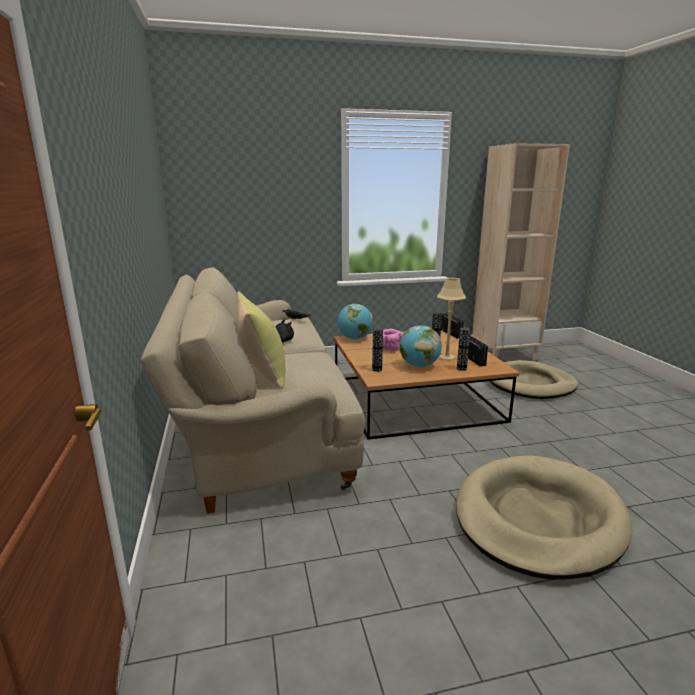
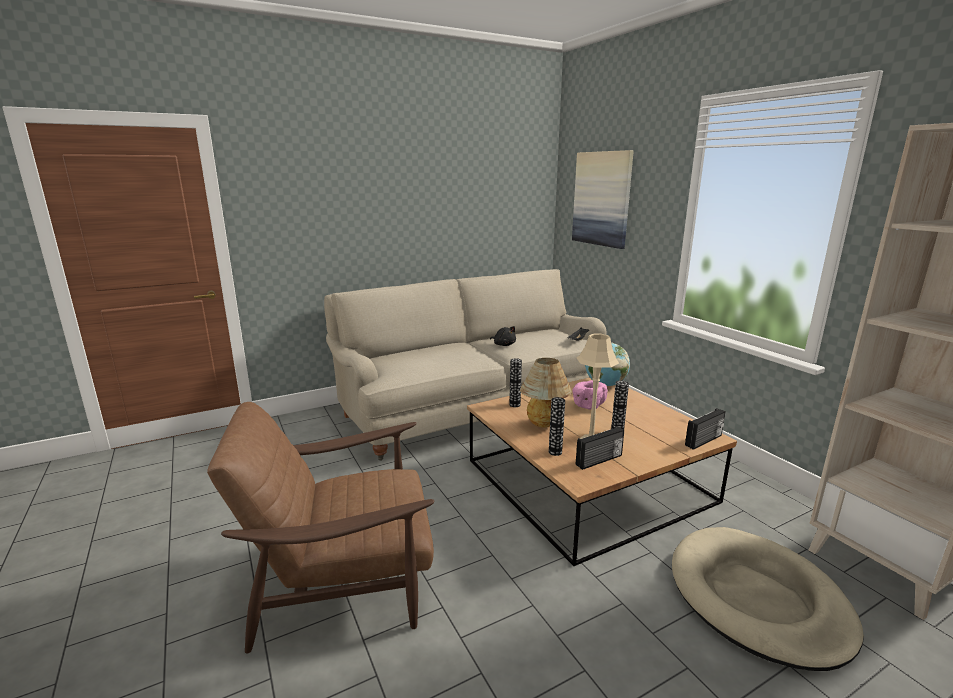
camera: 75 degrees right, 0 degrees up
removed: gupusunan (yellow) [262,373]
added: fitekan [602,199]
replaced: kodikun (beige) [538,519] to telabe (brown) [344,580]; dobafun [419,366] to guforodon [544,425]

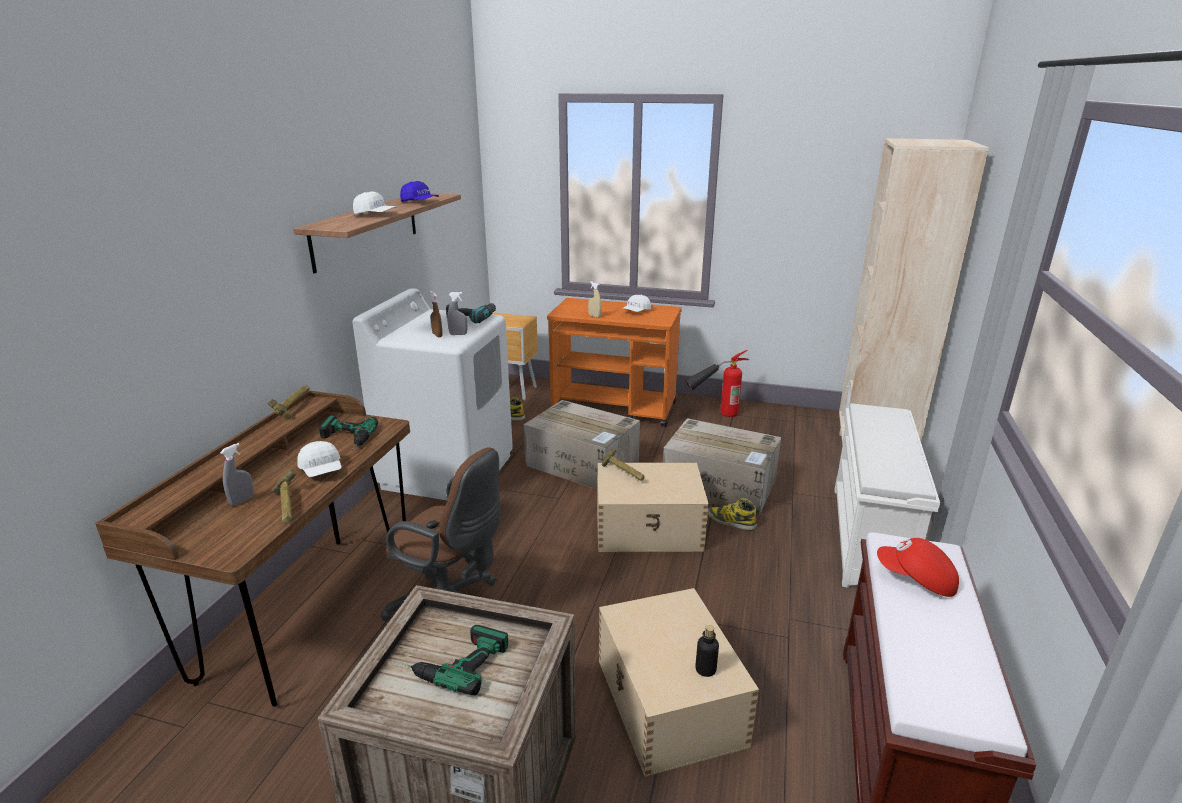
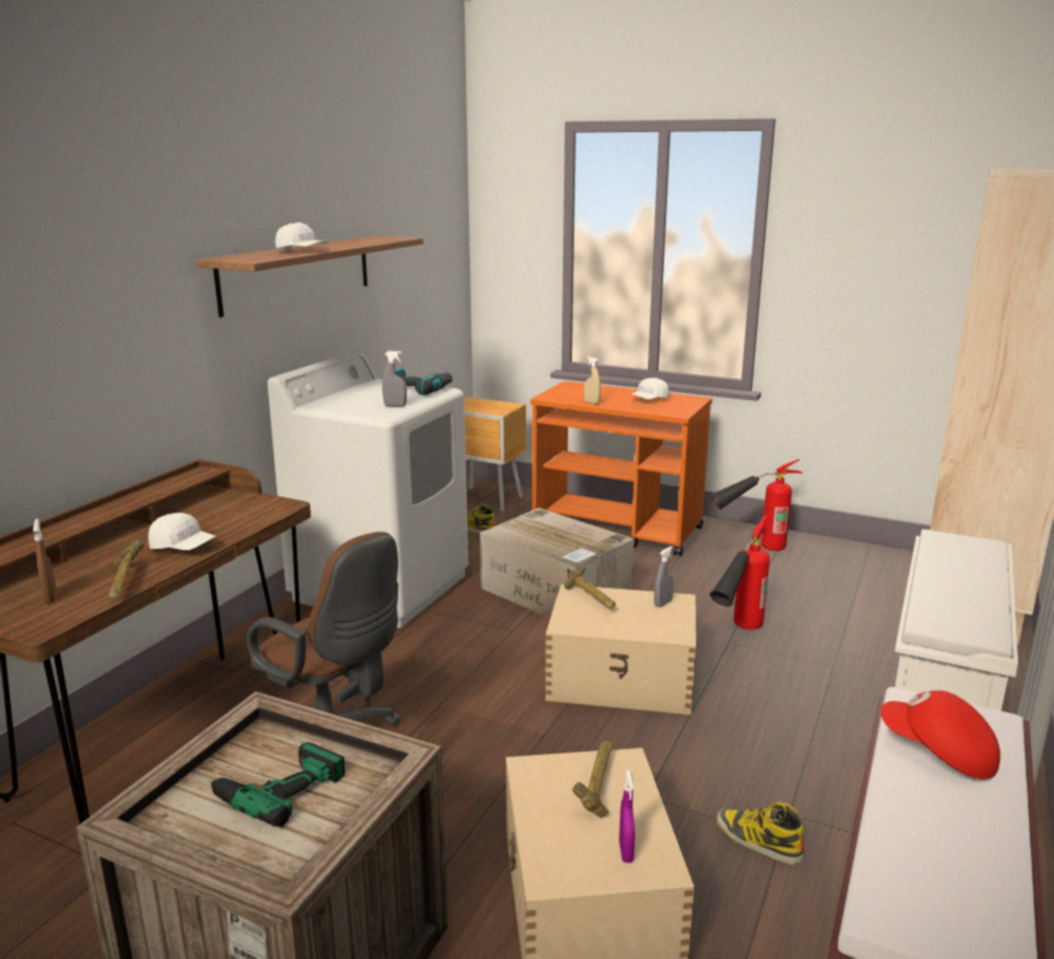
camera: 10 degrees right, 5 degrees down
removed: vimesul [344,440]; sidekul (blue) [420,202]
moved: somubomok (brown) [437,335] to [50,597]; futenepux [294,407] to [598,786]; somubomok (grey) [242,501] to [663,603]; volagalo [731,521] to [758,840]
replaced: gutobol [705,669] to somubomok (purple) [626,851]; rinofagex [720,485] to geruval [737,634]
turned: sidekul (white) [322,470] = [183,547] 45 degrees counterclockwise

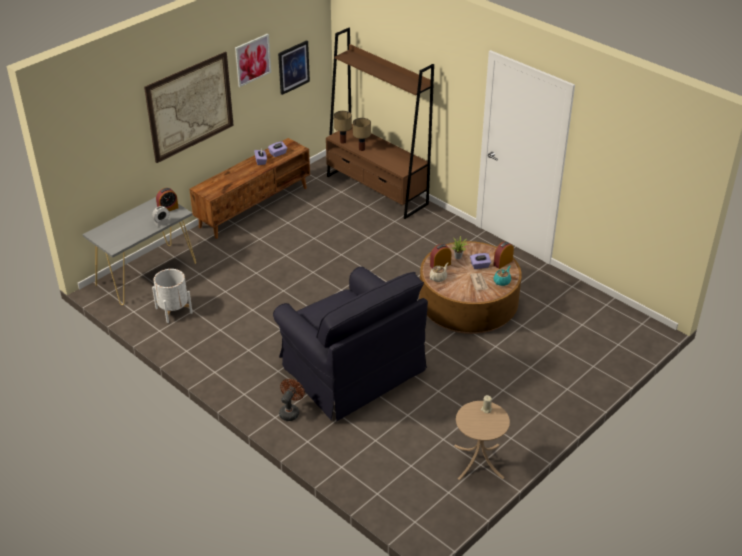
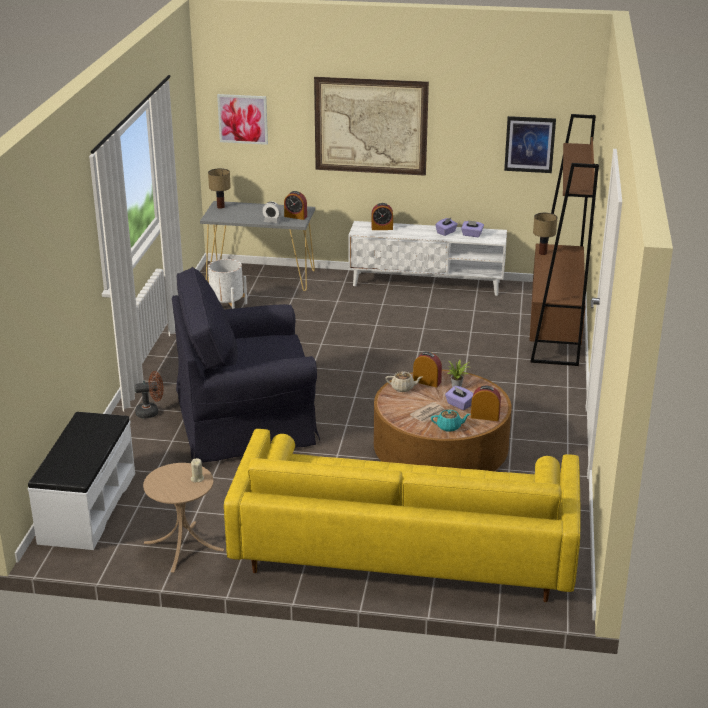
camera: 55 degrees right, 10 degrees down
added: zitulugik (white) [87,507]; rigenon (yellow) [404,549]; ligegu [382,228]
moved: guforodon [361,149] to [220,207]; fitekan [252,60] to [243,119]
recoloured: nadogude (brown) [254,207] to nadogude (white) [427,283]
turned: telabe (black) [350,368] = [247,420] 60 degrees clockwise

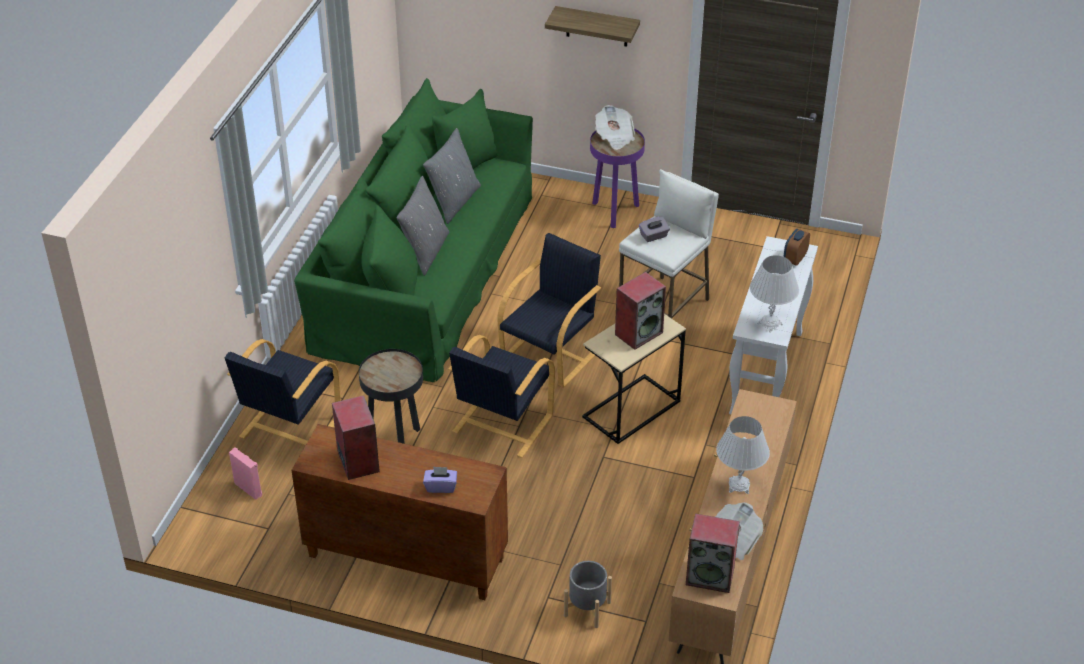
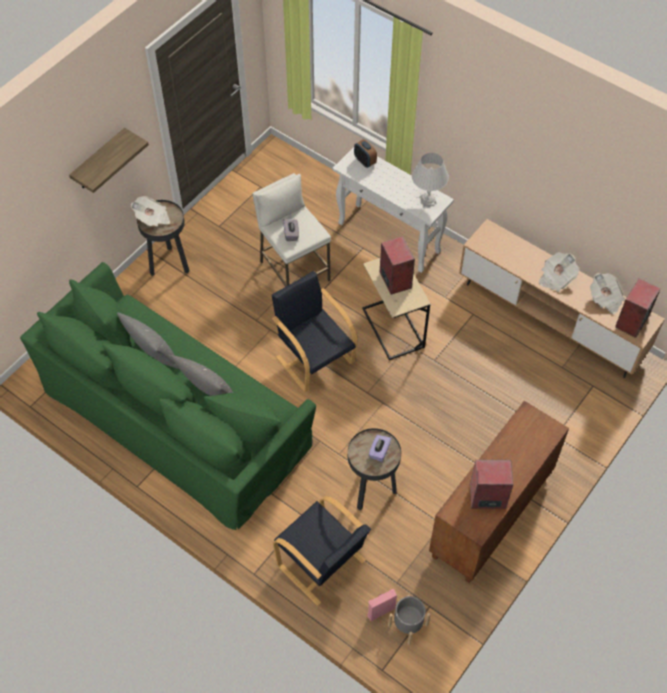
camera: 70 degrees left, 15 degrees up
removed: telabe (black) [501,424]
moved: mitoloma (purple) [440,486] to [379,451]; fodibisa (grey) [587,609] to [408,625]
replaced: guforodon (white) [738,486] to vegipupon [556,278]
recoloured: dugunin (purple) [614,212] to dugunin (black) [169,265]

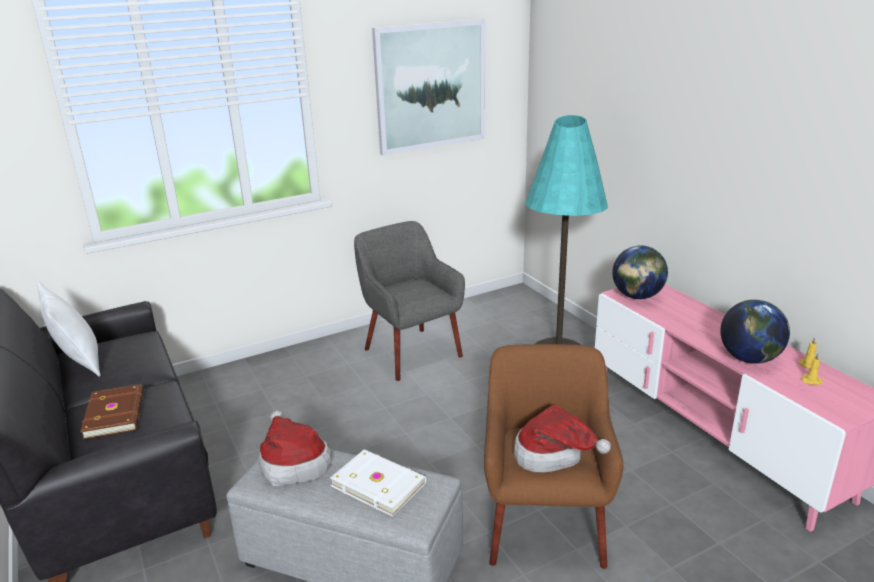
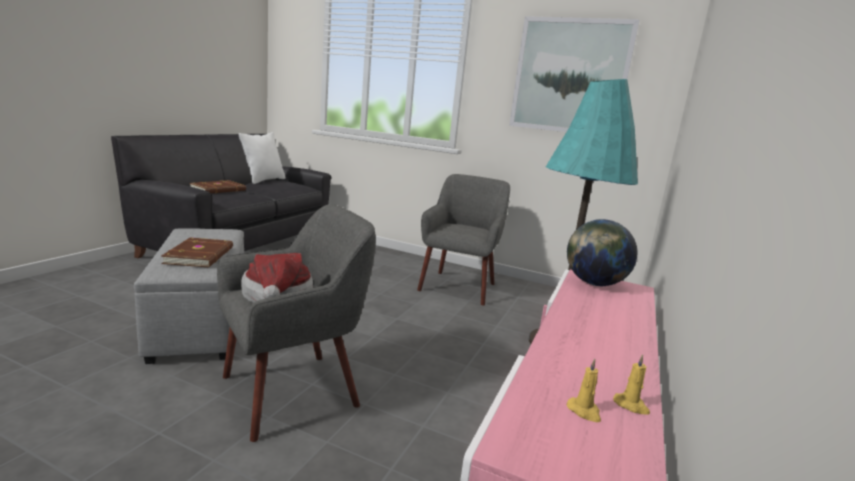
camera: 50 degrees right, 10 degrees down
removed: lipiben [293,463]; dobafun [749,359]
recoloured: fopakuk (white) [379,483] to fopakuk (brown) [201,255]; telabe (brown) [544,525] to telabe (grey) [292,391]

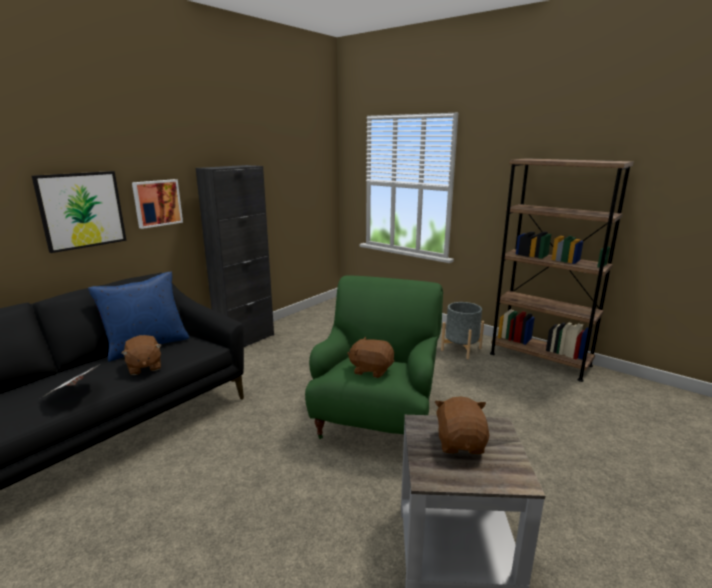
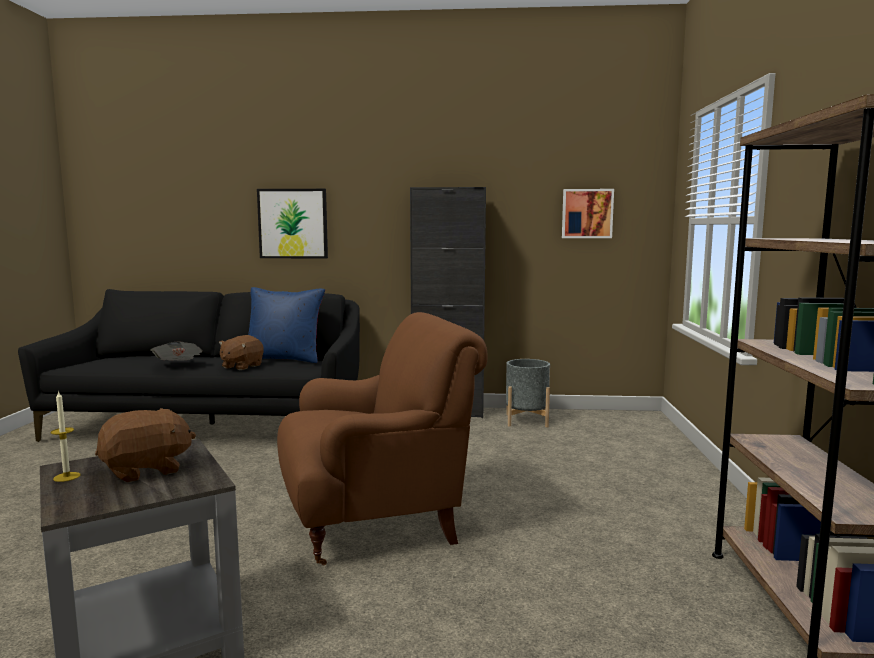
camera: 55 degrees right, 10 degrees down
removed: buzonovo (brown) [371,370]
added: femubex [67,477]
moved: fodibisa (grey) [461,349] to [526,420]; fitekan [157,203] to [587,213]
recoloured: telabe (green) [377,420] to telabe (brown) [376,521]

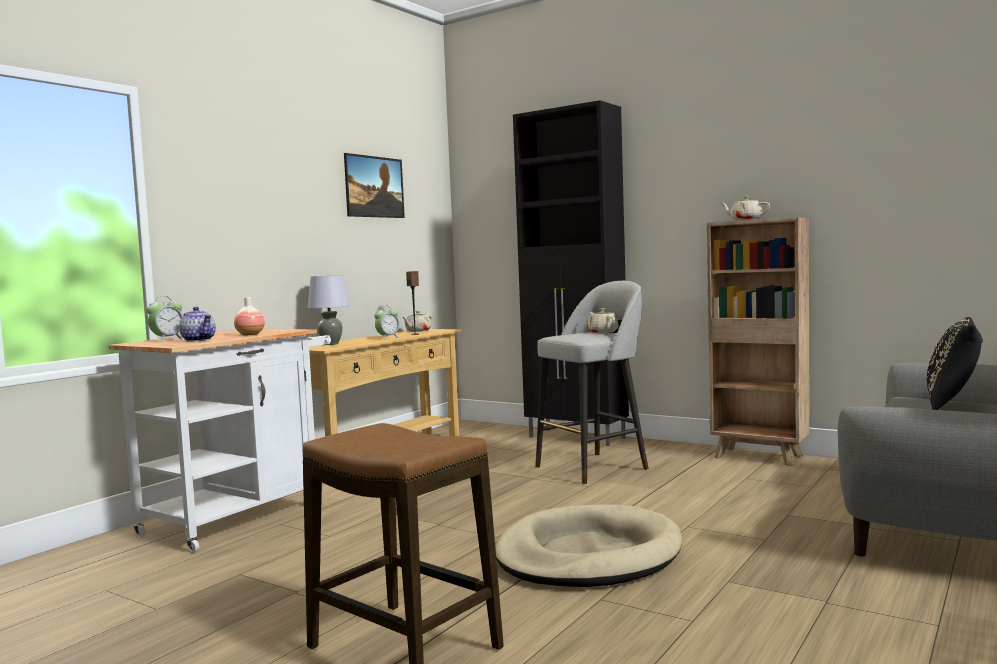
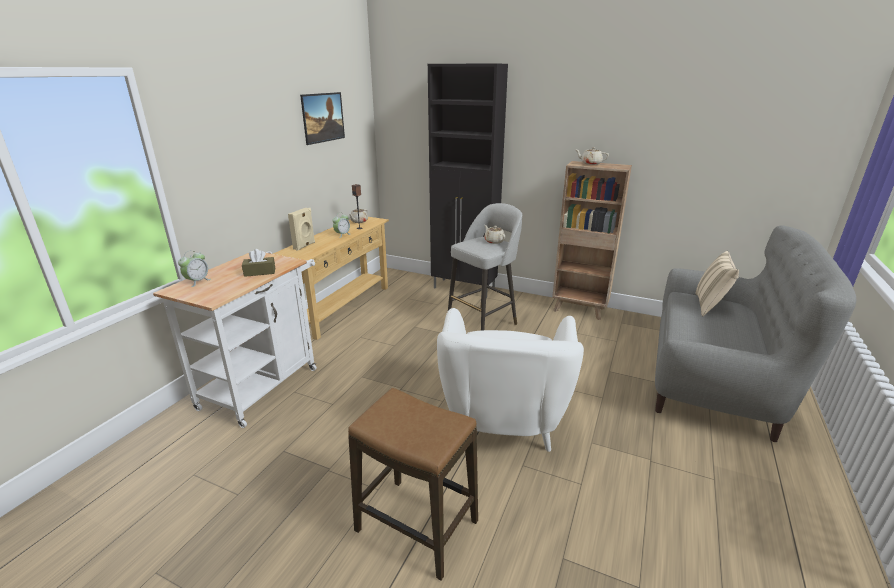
camera: 10 degrees left, 20 degrees up
removed: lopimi [199,340]
replaced: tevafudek [250,334] to mitoloma (brown) [260,272]; guforodon (grey) [330,344] to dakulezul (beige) [305,246]; kodikun (beige) [587,555] to telabe (white) [503,419]
recoloured: gupusunan (black) [953,405] to gupusunan (beige) [710,306]

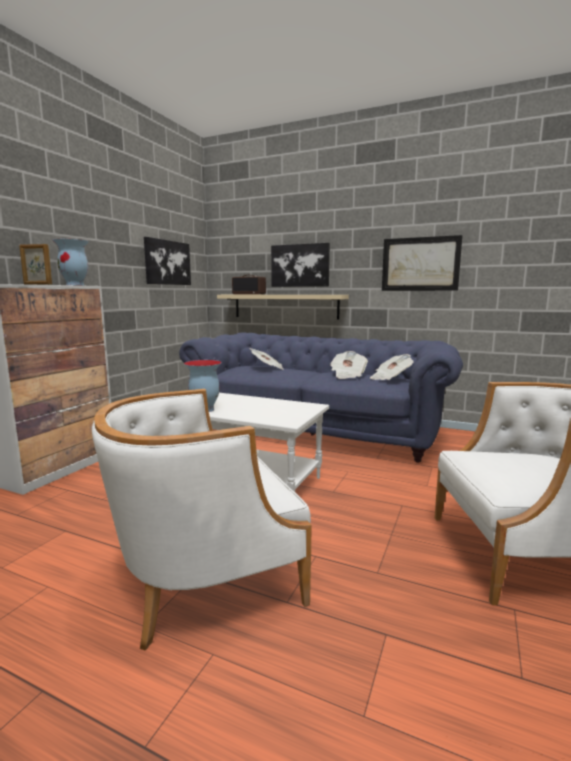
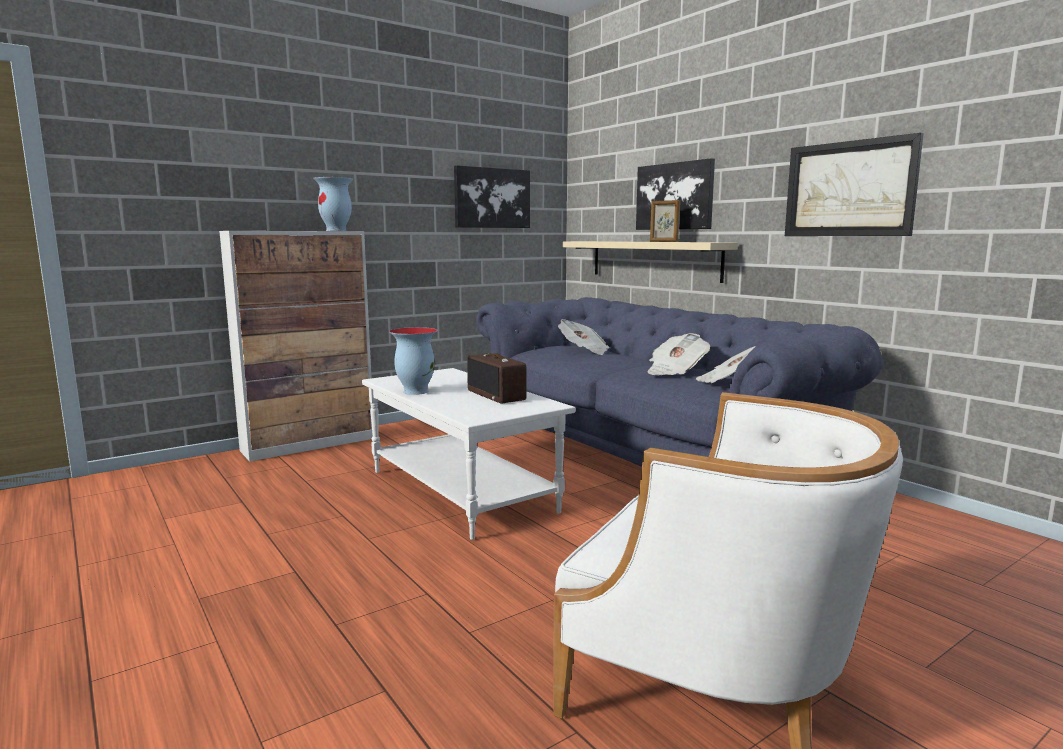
camera: 30 degrees right, 0 degrees up
removed: telabe (white) [205,578]
moved: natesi [249,294] to [497,395]; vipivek [37,284] to [663,241]

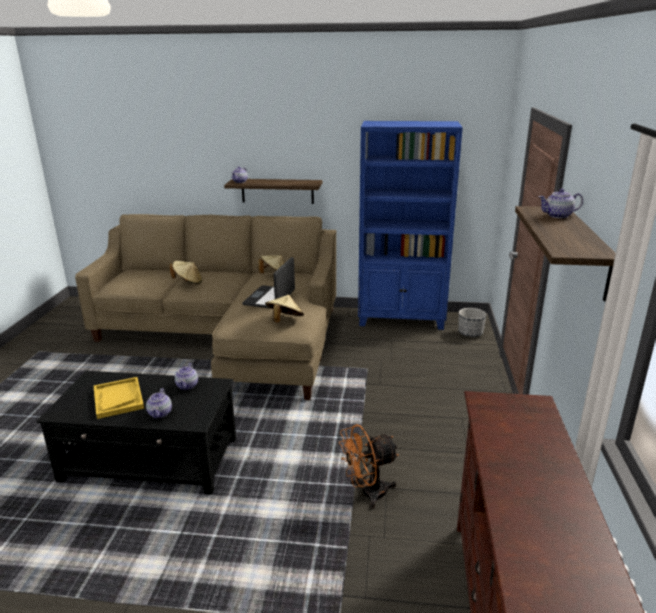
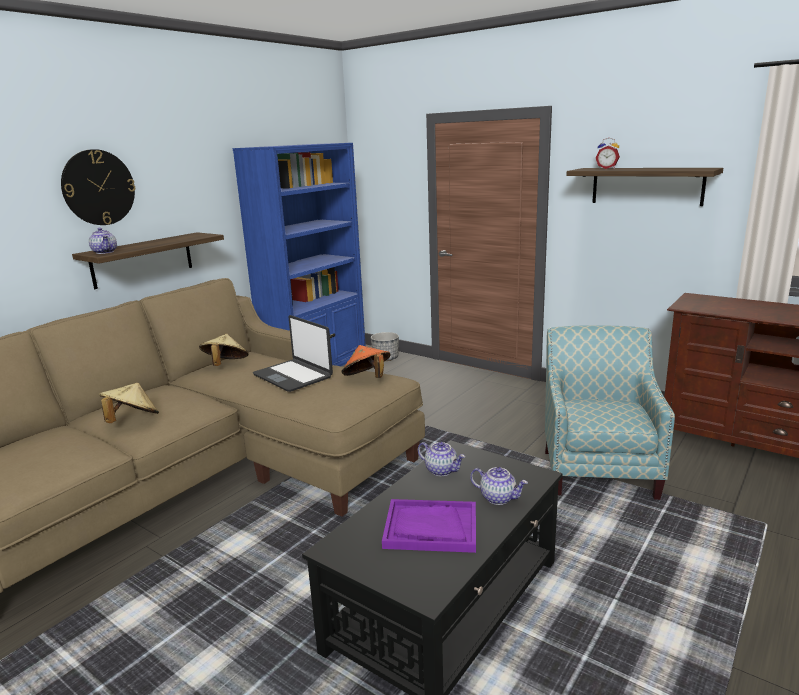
camera: 60 degrees left, 5 degrees down
added: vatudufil [98,187]
replaced: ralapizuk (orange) [367,493] to telabe [597,467]; lopimi [558,215] to ligegu [607,168]
recoloured: lipiben (beige) [284,320] to lipiben (orange) [367,379]; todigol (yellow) [118,399] to todigol (purple) [430,528]

